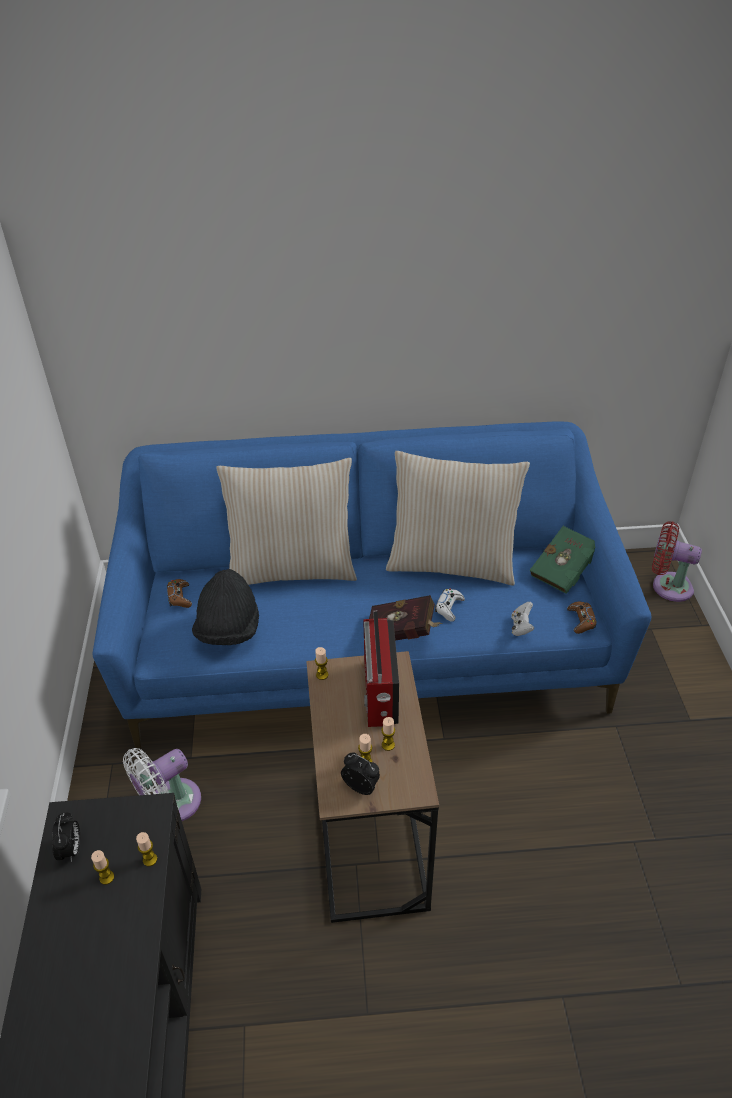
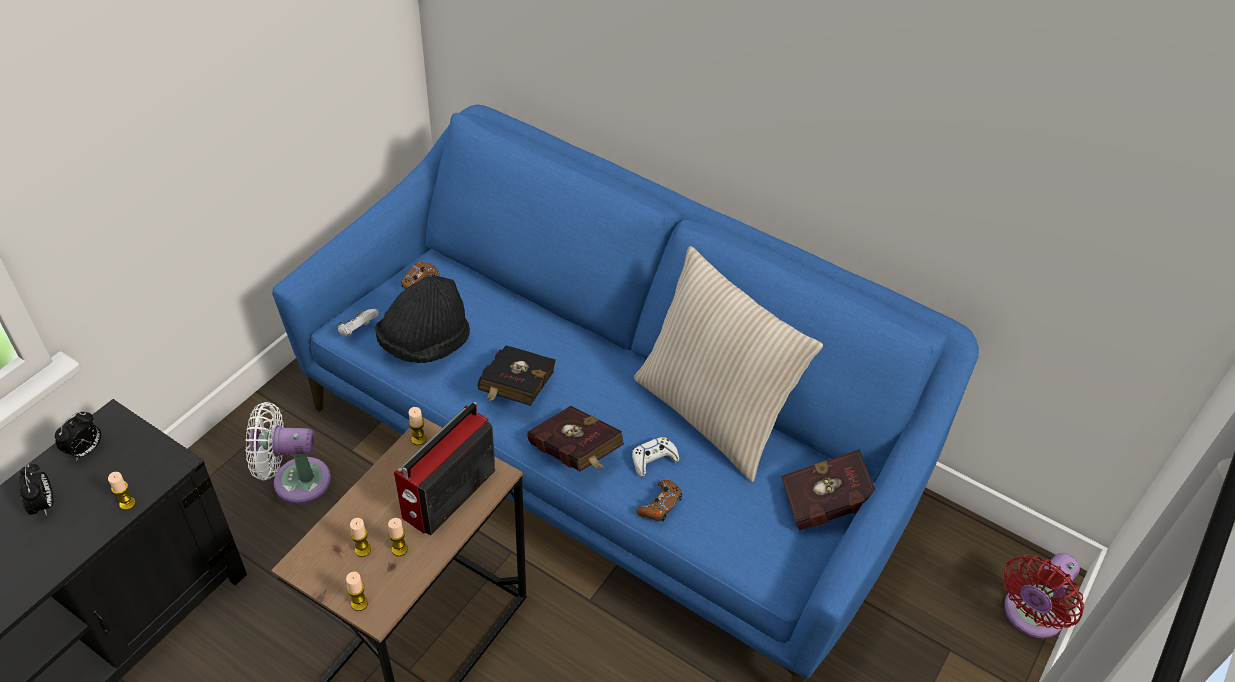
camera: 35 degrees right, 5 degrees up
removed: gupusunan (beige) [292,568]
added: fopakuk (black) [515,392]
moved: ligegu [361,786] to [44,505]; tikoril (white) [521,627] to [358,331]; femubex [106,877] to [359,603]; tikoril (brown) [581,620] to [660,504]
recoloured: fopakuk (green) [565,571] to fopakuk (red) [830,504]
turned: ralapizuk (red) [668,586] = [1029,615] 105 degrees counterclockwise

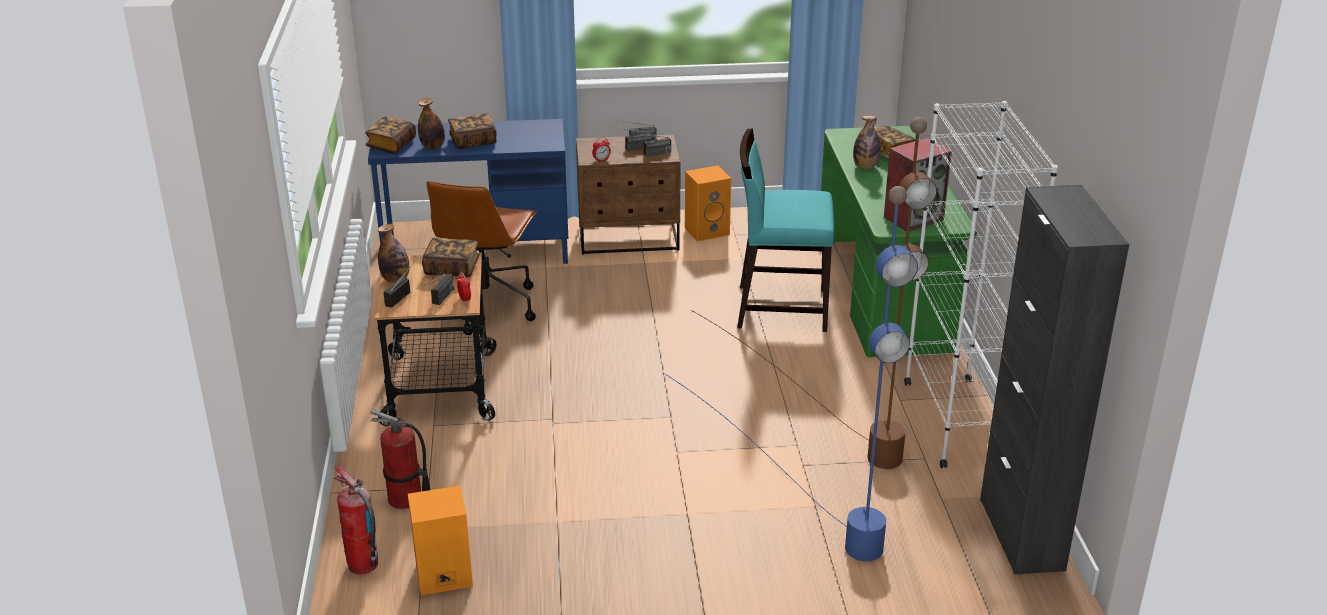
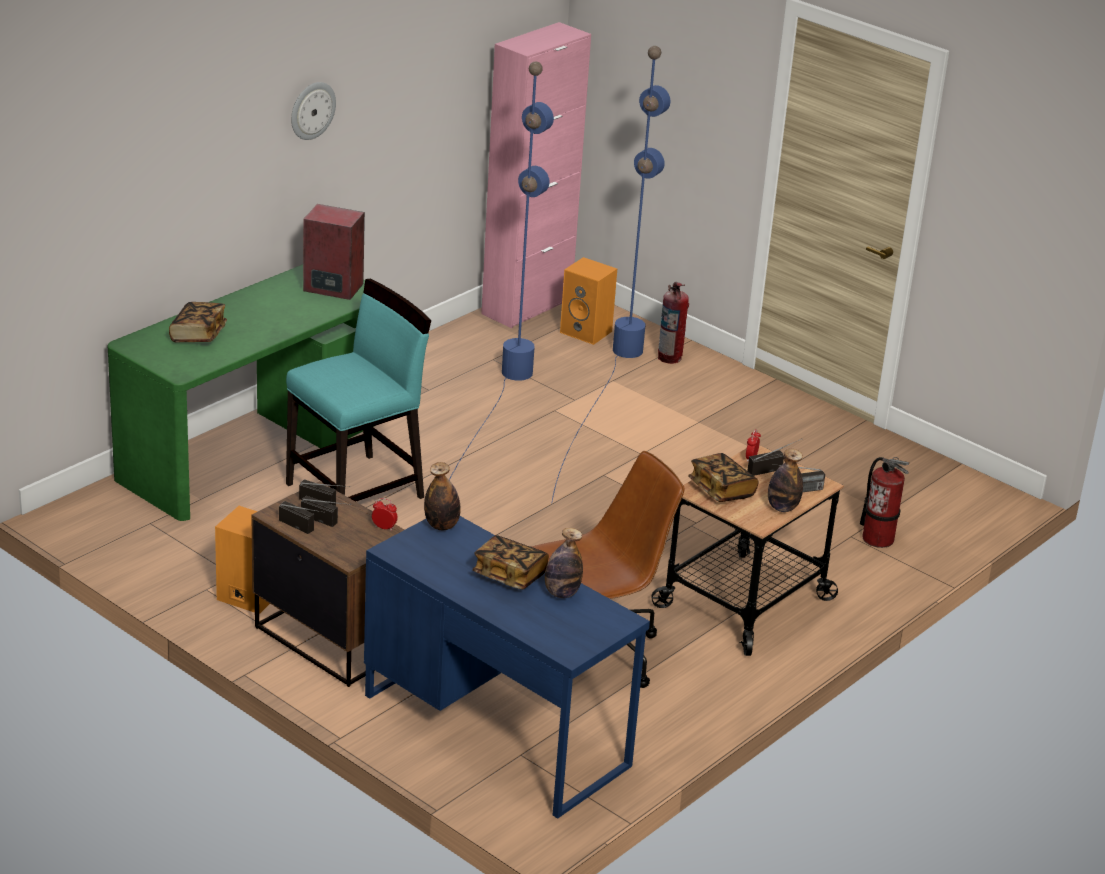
camera: 135 degrees left, 0 degrees up
removed: fopakuk [391,145]; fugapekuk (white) [956,421]
added: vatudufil [312,110]
moved: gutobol [865,166] to [442,525]; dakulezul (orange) [442,576] to [587,332]; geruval [363,565] to [670,357]
recoloured: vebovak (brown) [826,411] to vebovak (blue) [492,414]; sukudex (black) [1021,534] to sukudex (pink) [527,307]
turned: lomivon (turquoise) [780,308] = [357,490] 90 degrees counterclockwise

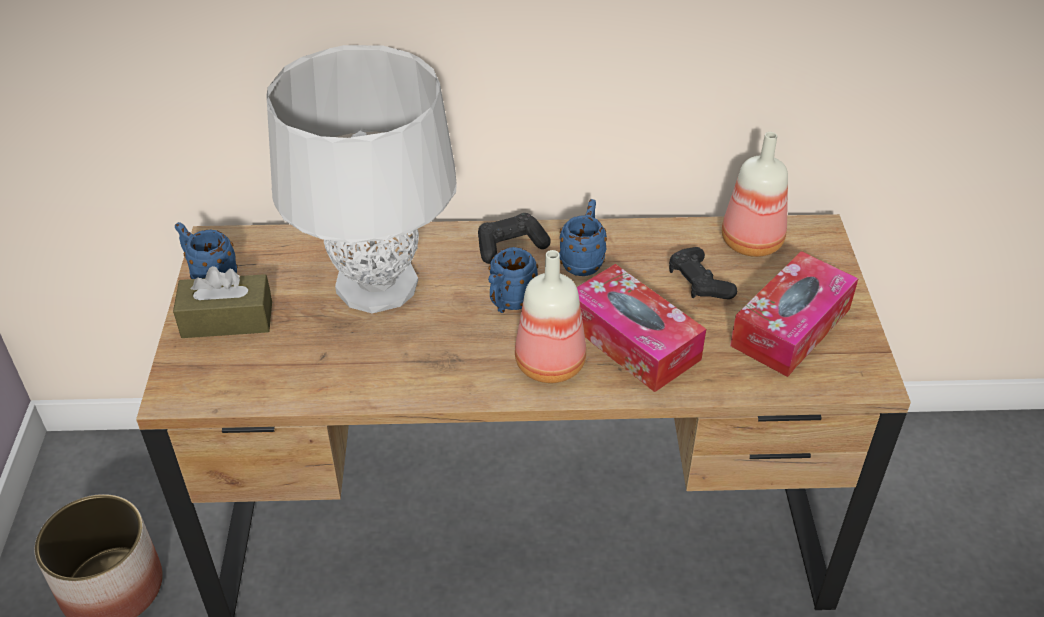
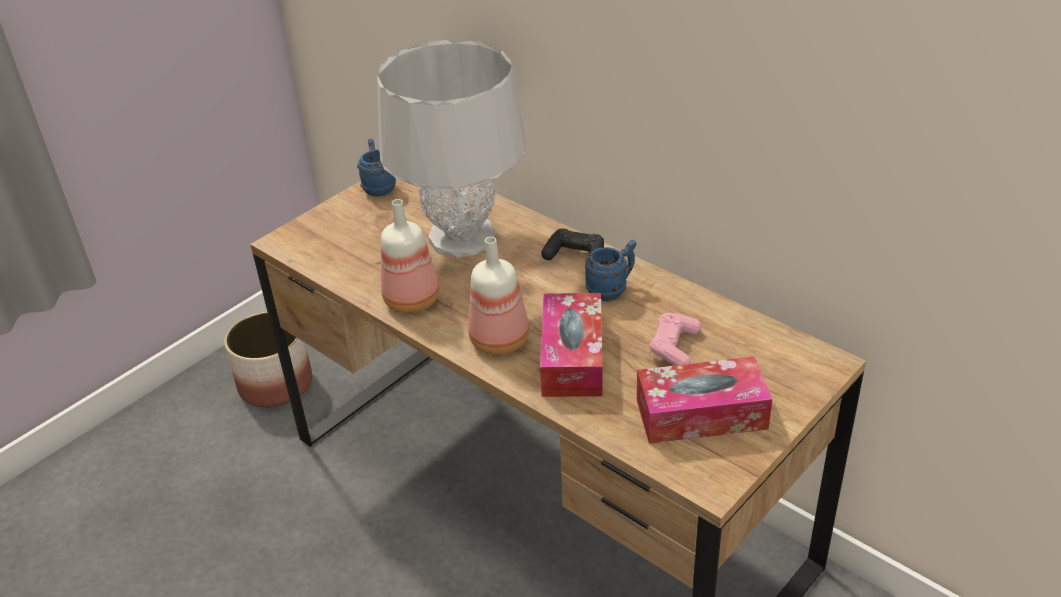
camera: 45 degrees right, 5 degrees down
removed: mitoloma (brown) [227,319]; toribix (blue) [509,303]
moved: gutobol [751,241] to [413,299]
recoloured: tikoril (black) [699,283] to tikoril (pink) [674,347]

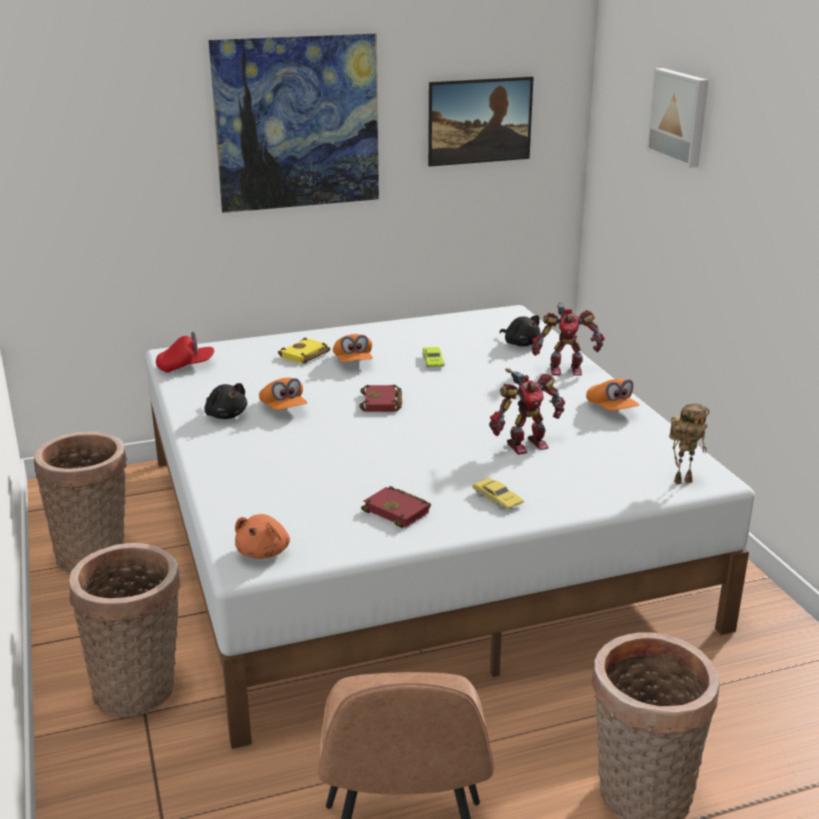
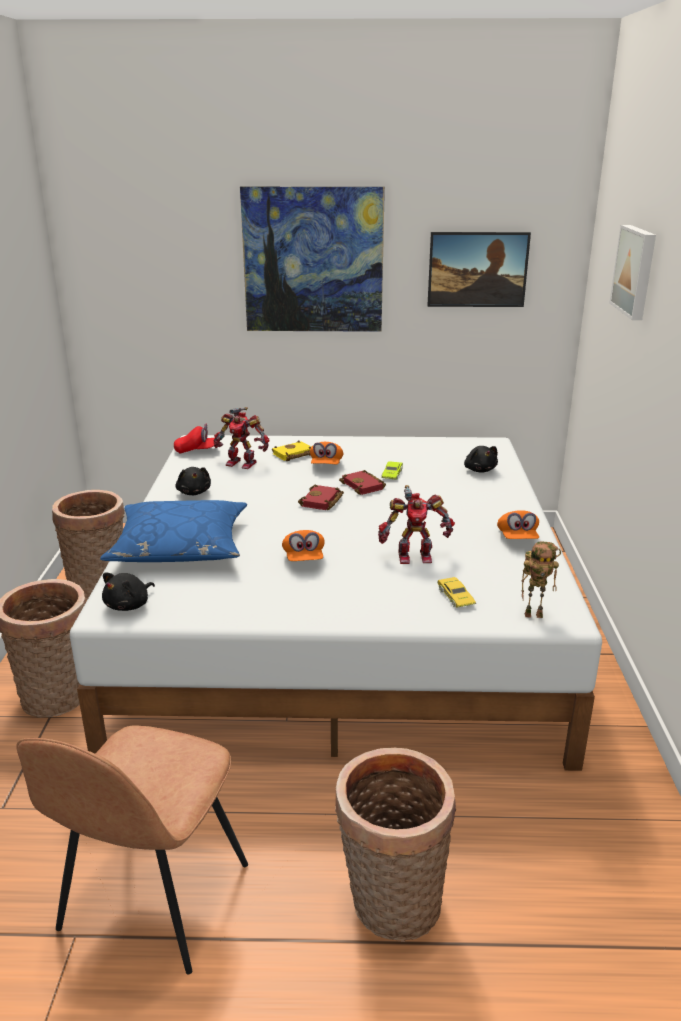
camera: 20 degrees right, 0 degrees up
added: gupusunan (blue) [180,546]
moved: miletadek [565,369] to [242,463]; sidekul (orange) [283,408] to [303,559]; fopakuk (red) [399,511] to [364,486]; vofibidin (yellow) [497,499] to [455,597]
recoloured: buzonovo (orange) [264,551] to buzonovo (black) [129,605]

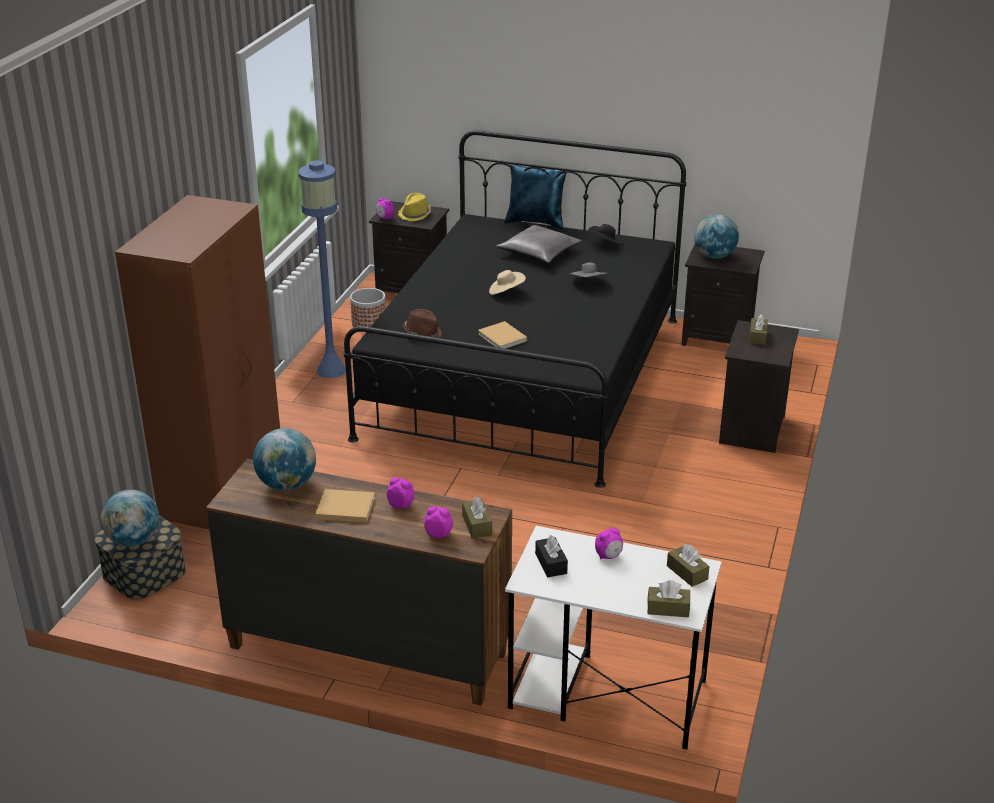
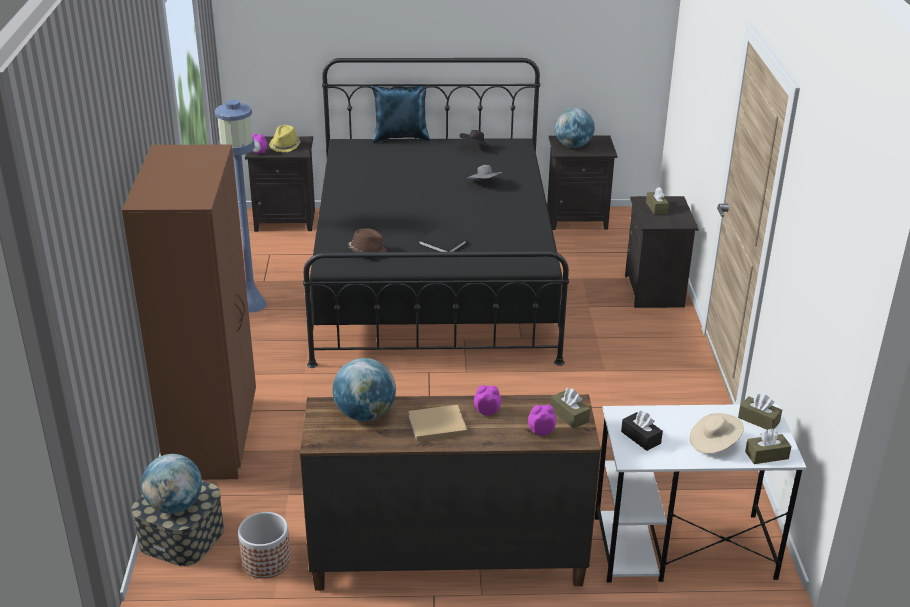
camera: 20 degrees left, 0 degrees up
removed: gupusunan (grey) [540,253]; ligegu [608,556]
moved: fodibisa [368,324] to [265,562]; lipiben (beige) [506,292] to [714,443]
recoloured: fopakuk (beige) [503,338] to fopakuk (black) [443,244]

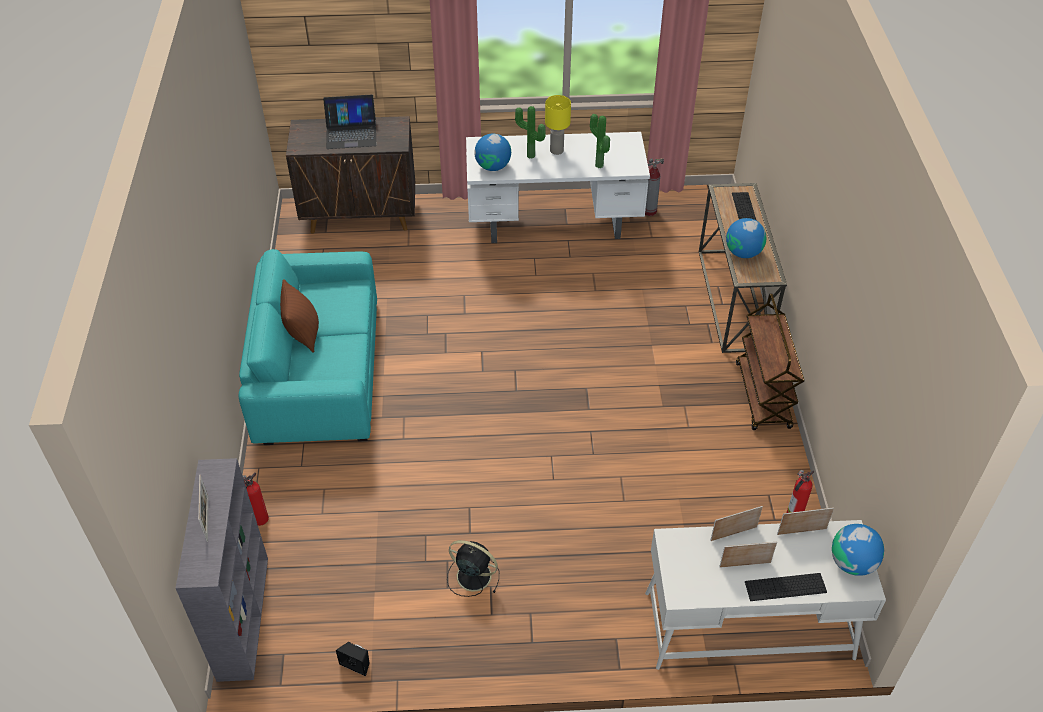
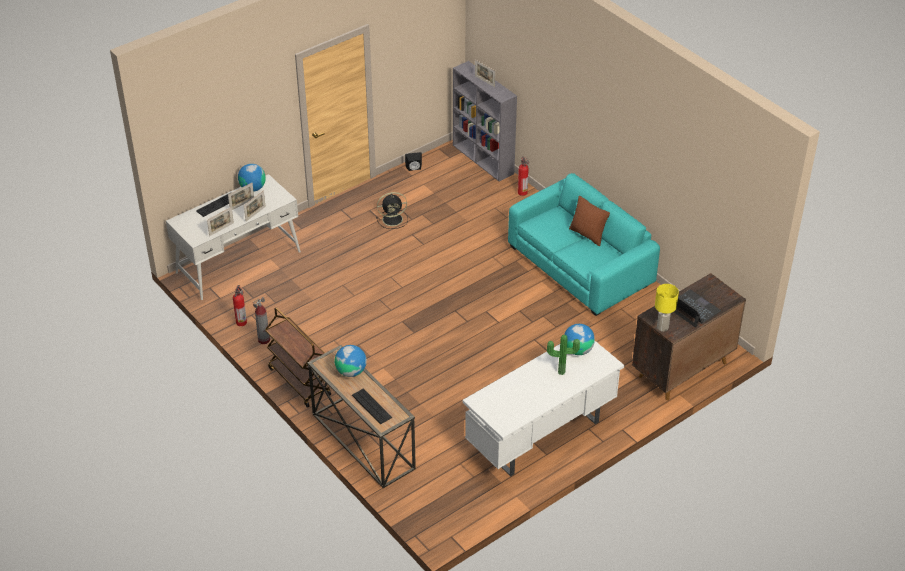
camera: 145 degrees right, 5 degrees down
removed: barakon [597,166]
moved: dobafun [852,562] to [253,188]; geruval [649,211] to [264,340]; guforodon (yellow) [556,150] to [662,327]
turned: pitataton [351,133] = [692,309] 90 degrees clockwise

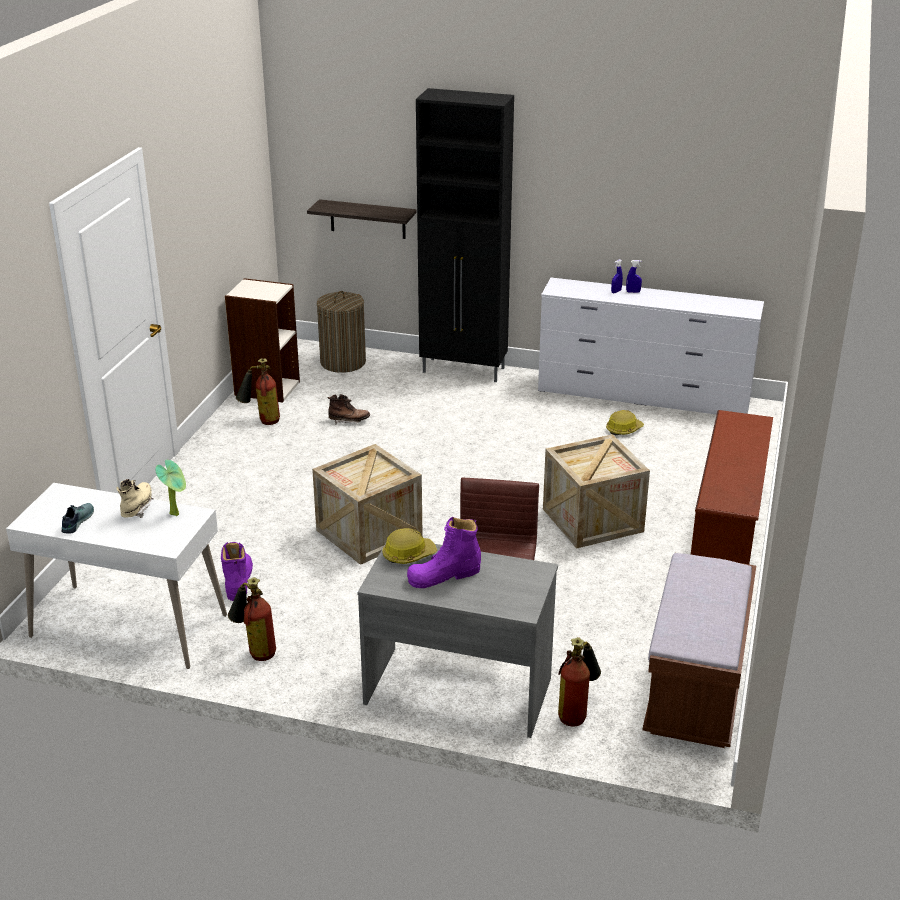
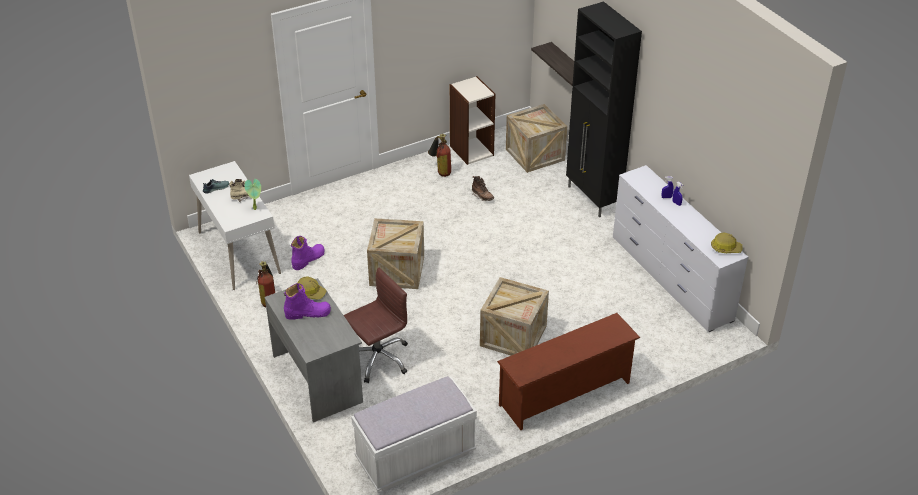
camera: 45 degrees right, 10 degrees up
removed: geruval [577,712]
moved: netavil [623,429] to [725,248]
replaced: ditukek [343,362] to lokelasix [535,154]
recoloured: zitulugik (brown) [695,690] to zitulugik (white) [415,456]
turned: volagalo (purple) [444,575] = [308,313] 150 degrees clockwise

